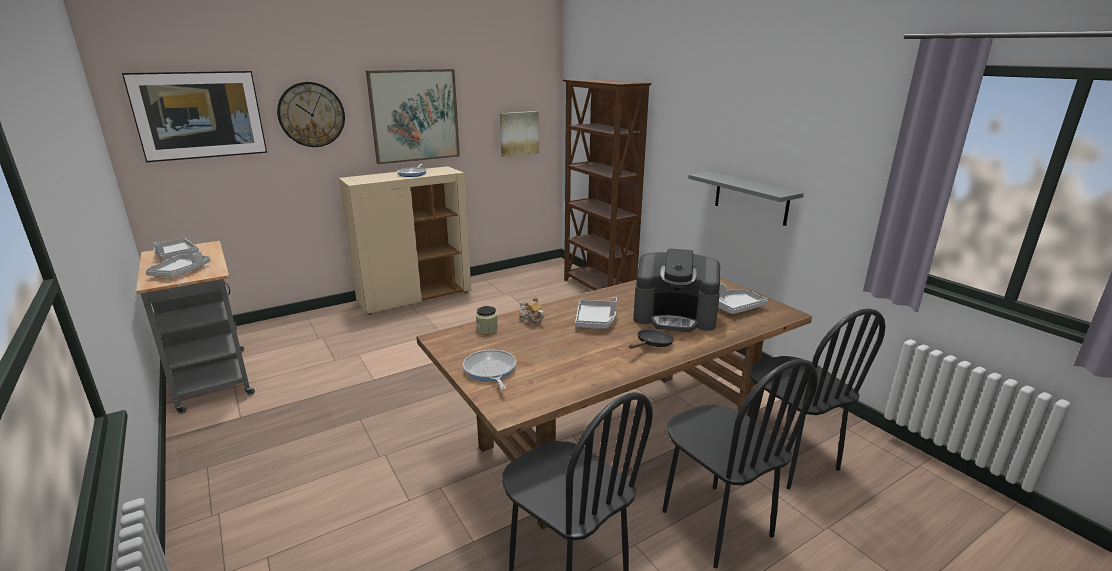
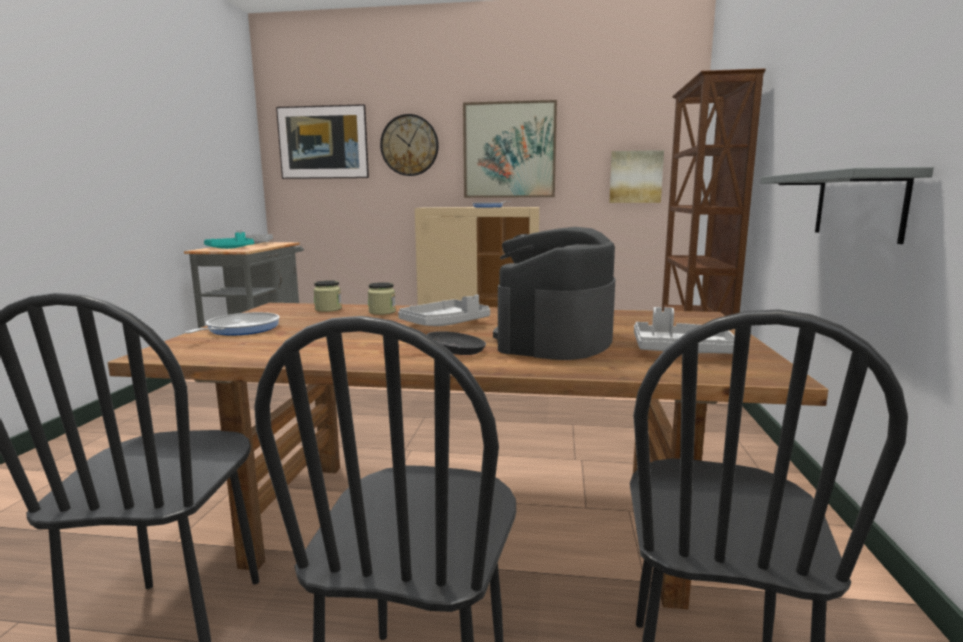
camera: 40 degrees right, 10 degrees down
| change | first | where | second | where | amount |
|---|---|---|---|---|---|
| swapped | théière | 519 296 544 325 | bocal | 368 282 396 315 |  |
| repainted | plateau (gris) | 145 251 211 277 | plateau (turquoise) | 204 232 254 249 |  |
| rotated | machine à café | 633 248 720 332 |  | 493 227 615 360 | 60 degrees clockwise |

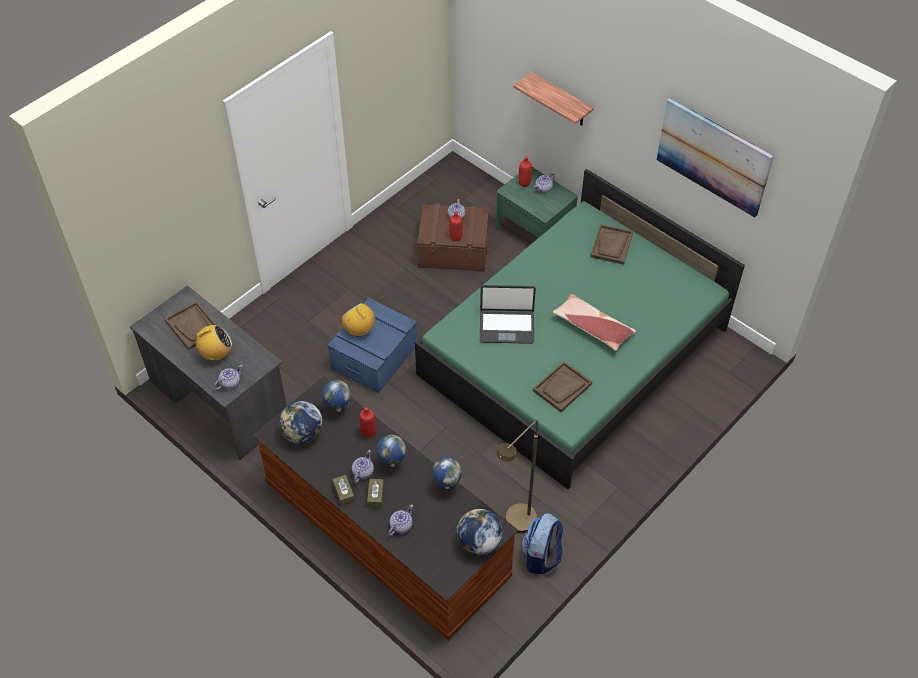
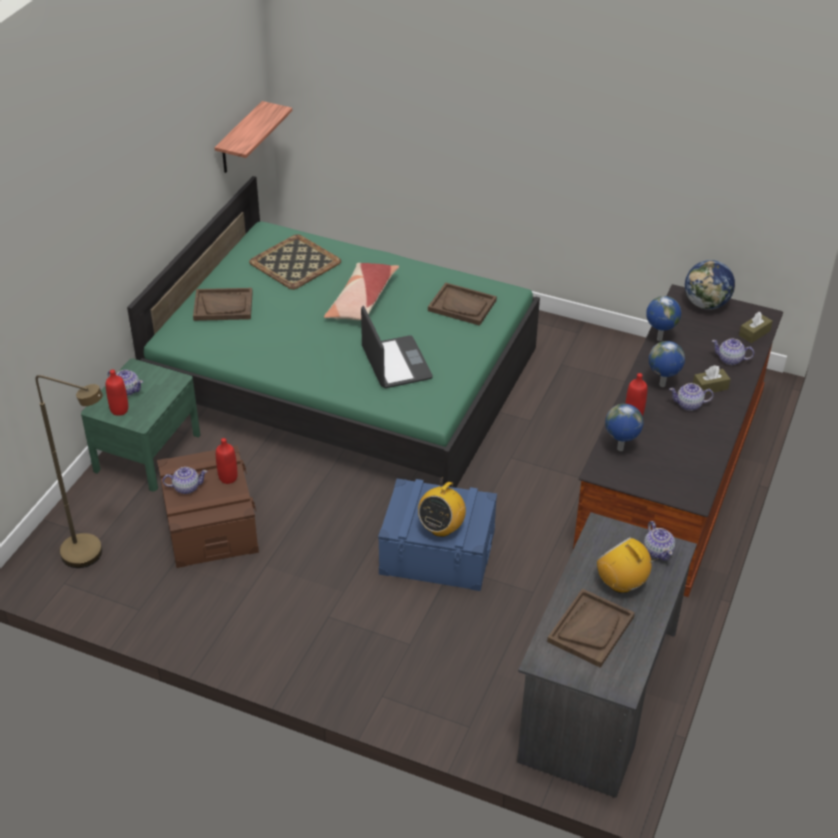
camera: 110 degrees left, 10 degrees down
| change | first | where | second | where | amount |
|---|---|---|---|---|---|
| gone | globe | 279 401 322 444 |  |  |  |
| gone | sac à dos | 522 513 564 574 |  |  |  |
| gone | tableau | 657 98 774 218 |  |  |  |
| new |  |  | plateau | 249 234 341 290 |  |
| shifted | boîte à mouchoirs (marron) | 332 475 355 506 |  | 739 312 773 343 |  |
| shifted | lampadaire (marron) | 496 420 538 533 |  | 36 375 103 568 |  |
| shifted | étagère | 514 72 594 125 |  | 214 101 292 173 |  |
| rotated | théière | 214 365 243 389 |  | 644 521 675 561 | 135 degrees counterclockwise |

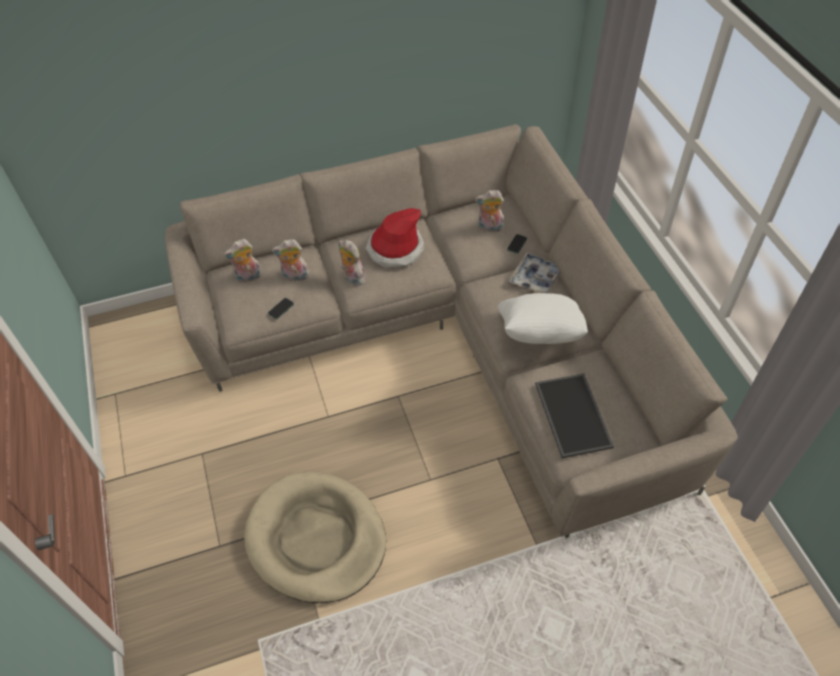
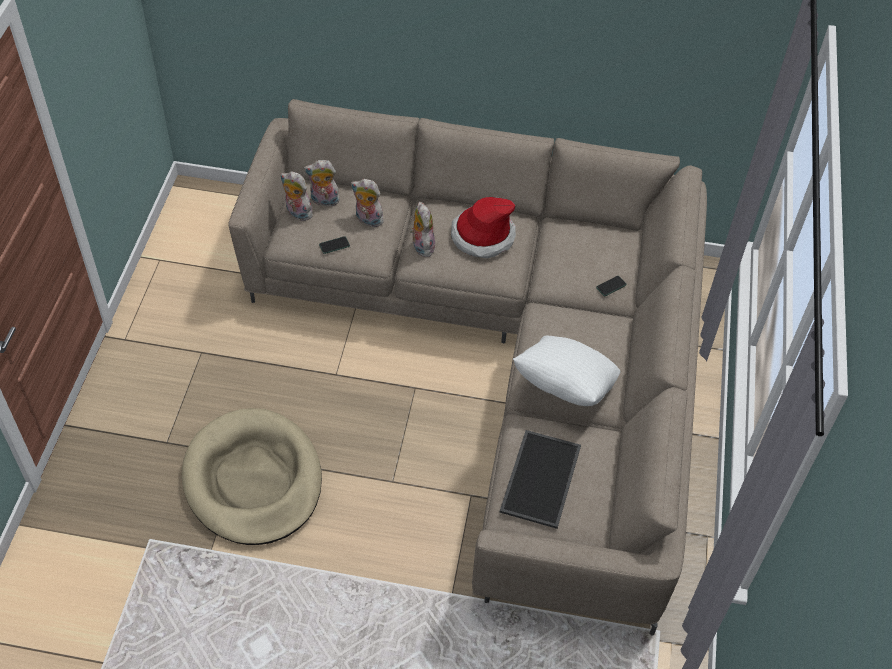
camera: 25 degrees right, 0 degrees up
| change | first | where | second | where | amount |
|---|---|---|---|---|---|
| gone | plateau | 509 252 561 293 |  |  |  |
| shifted | peluche | 475 190 504 232 |  | 280 171 314 221 |  |

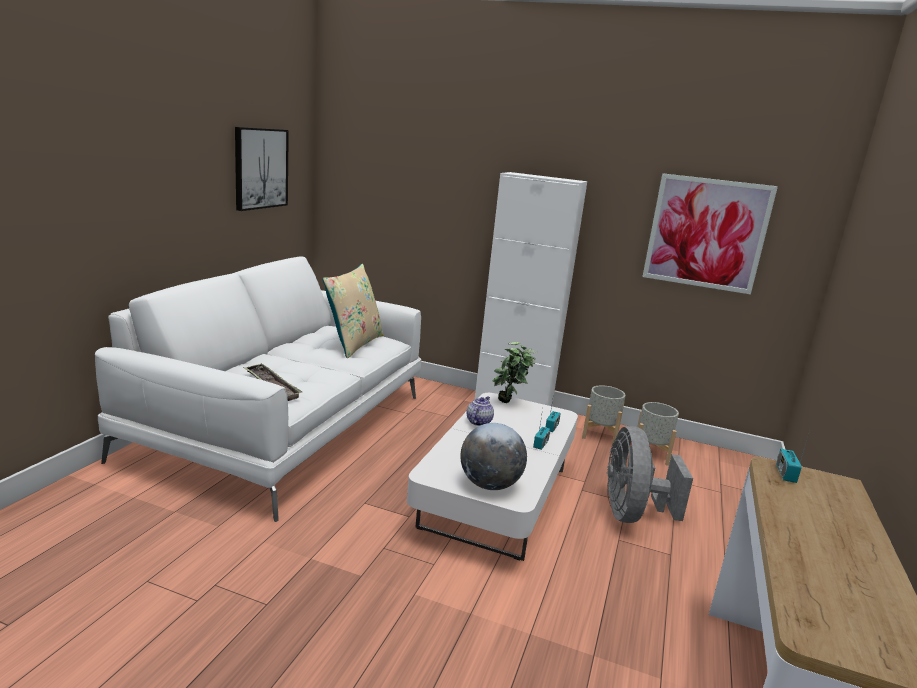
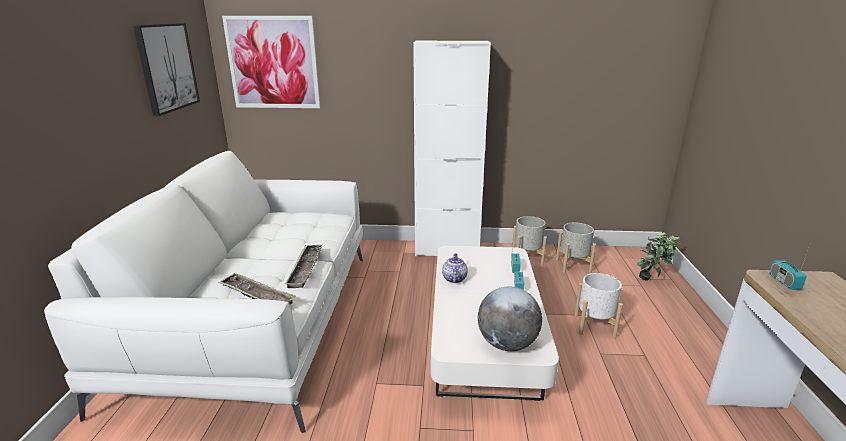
camera: 15 degrees left, 5 degrees up
| change | first | where | second | where | amount |
|---|---|---|---|---|---|
| gone | coussin (beige) | 323 264 383 358 |  |  |  |
| new |  |  | plateau | 285 245 322 288 |  |
| shifted | plante en pot | 492 342 538 403 |  | 636 232 681 281 |  |
| shifted | tableau | 643 173 778 294 |  | 222 16 320 108 |  |
| swapped | ventilateur (gris) | 607 426 693 523 | cache-pot (blanc) | 574 273 623 338 |  |

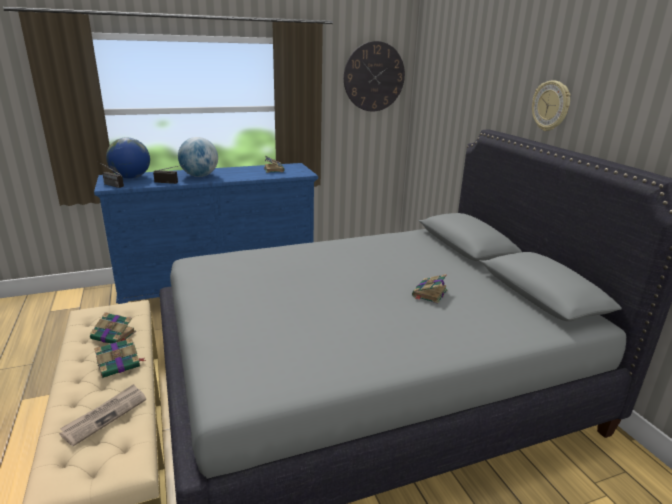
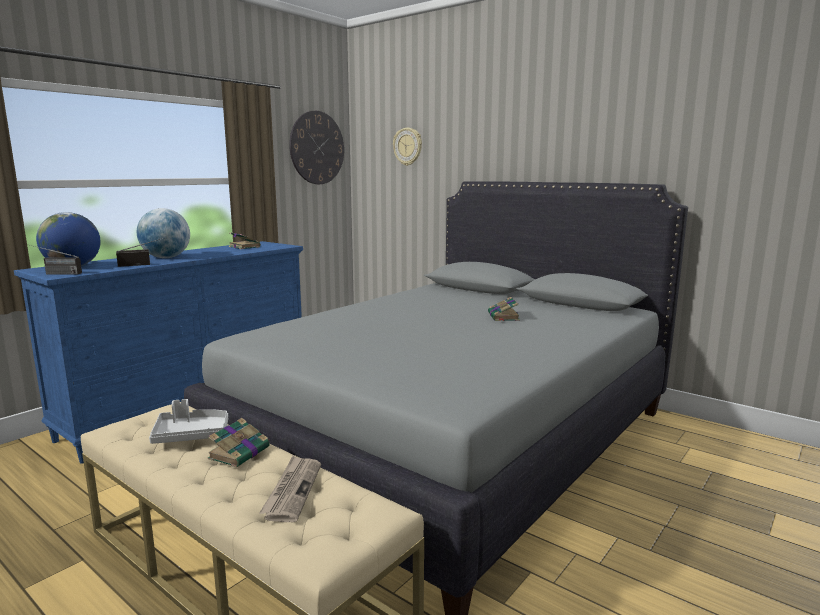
camera: 30 degrees left, 10 degrees down
| change | first | where | second | where | amount |
|---|---|---|---|---|---|
| shifted | horloge murale | 532 80 571 131 |  | 393 128 422 166 |  |
| swapped | livre | 90 312 136 344 | plateau (gris) | 149 399 228 444 |  |

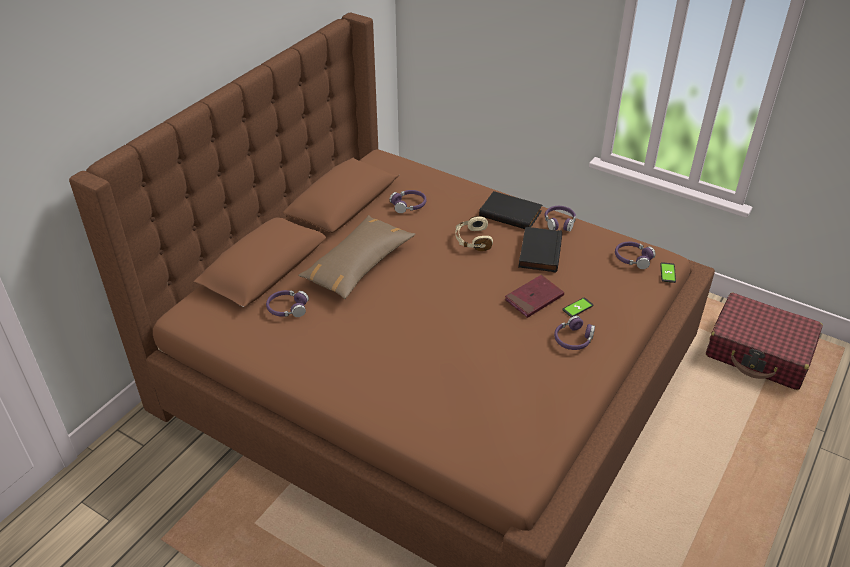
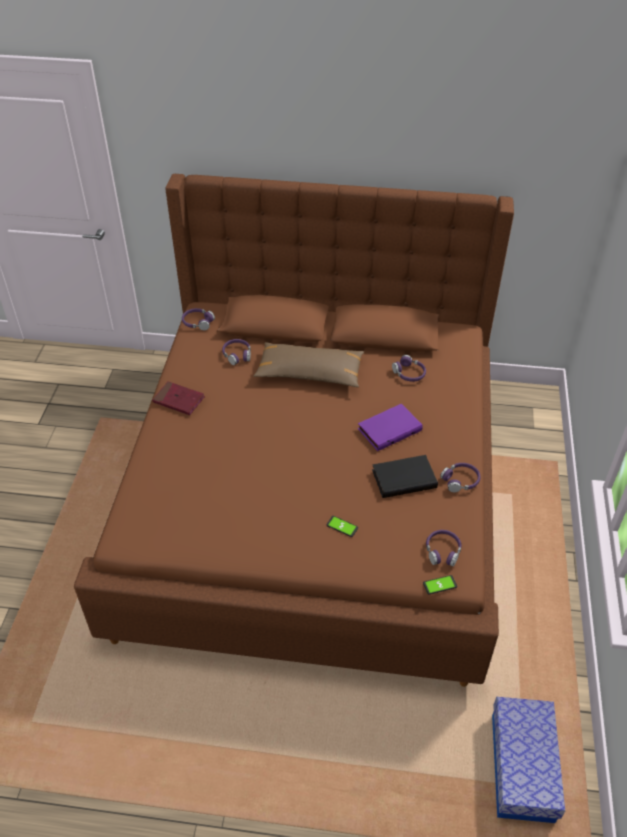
camera: 65 degrees right, 5 degrees up
| change | first | where | second | where | amount |
|---|---|---|---|---|---|
| gone | livre (noir) | 479 191 542 229 |  |  |  |
| shifted | livre (rouge) | 505 275 564 318 |  | 152 381 205 415 |  |
| shifted | casque audio (violet) | 554 316 595 350 |  | 182 308 215 330 |  |
| swapped | casque audio (beige) | 455 216 493 251 | livre (violet) | 358 403 423 451 |  |
| swapped | valise (rouge) | 706 293 823 390 | boîte de rangement | 492 697 565 823 |  |

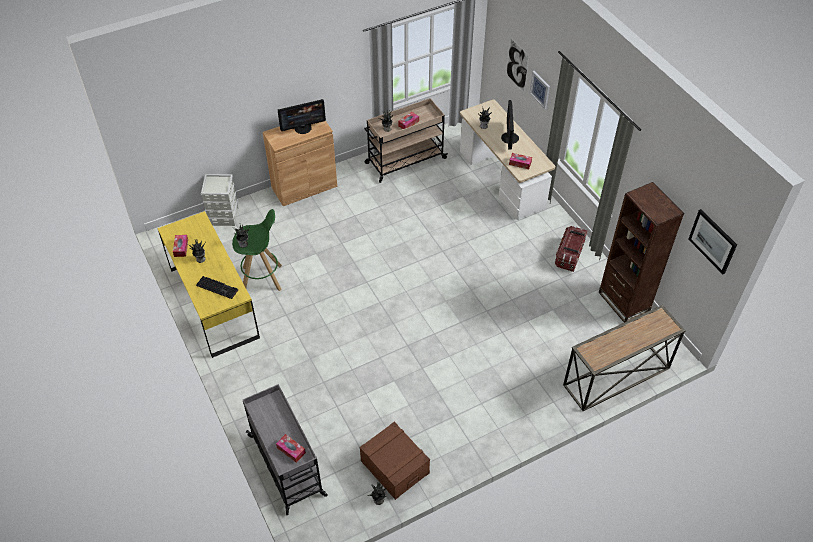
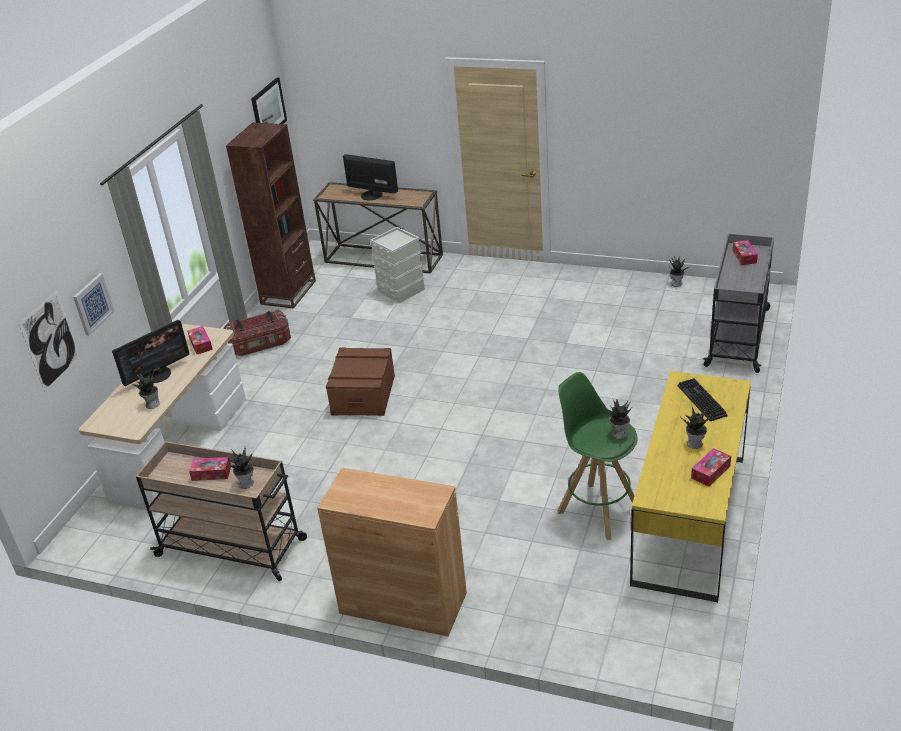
camera: 130 degrees left, 15 degrees down
| change | first | where | second | where | amount |
|---|---|---|---|---|---|
| shifted | boîte de rangement (gris) | 201 174 239 226 |  | 370 227 425 303 |  |
| shifted | écran d'ordinateur | 278 99 326 134 |  | 343 154 398 200 |  |
| shifted | boîte de rangement (marron) | 359 422 430 500 |  | 326 348 395 416 |  |

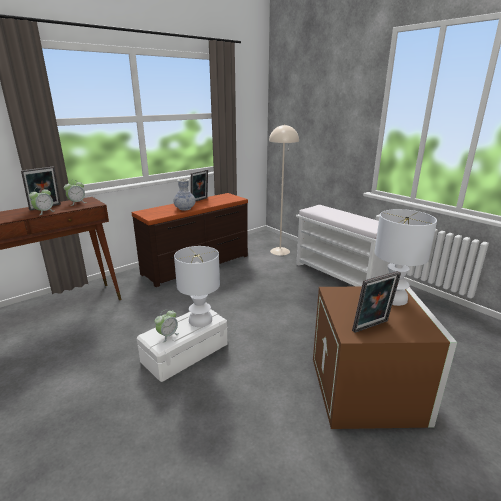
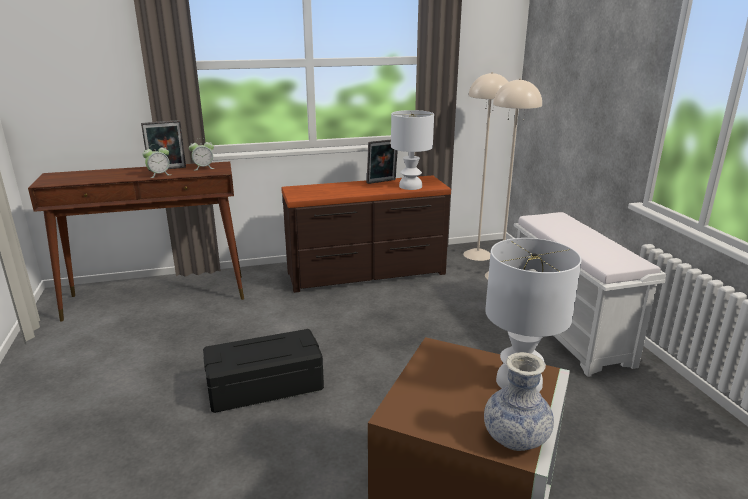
camera: 25 degrees right, 0 degrees up
| change | first | where | second | where | amount |
|---|---|---|---|---|---|
| gone | réveil | 155 309 179 343 |  |  |  |
| gone | cadre photo | 352 271 401 333 |  |  |  |
| new |  |  | lampadaire (beige) | 463 72 508 261 |  |
| shifted | vase | 173 178 196 210 |  | 484 352 554 451 |  |
| shifted | lampe de table (blanc) | 174 246 220 327 |  | 391 110 434 190 |  |
| repainted | boîte de rangement (blanc) | 137 309 228 382 | boîte de rangement (noir) | 203 329 324 413 |  |

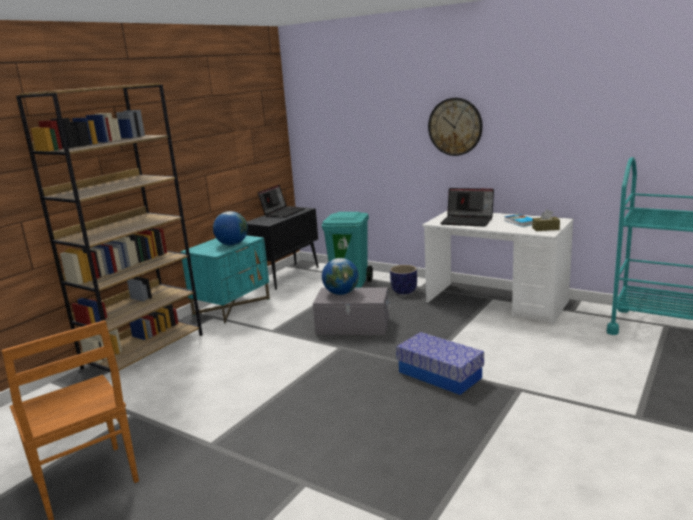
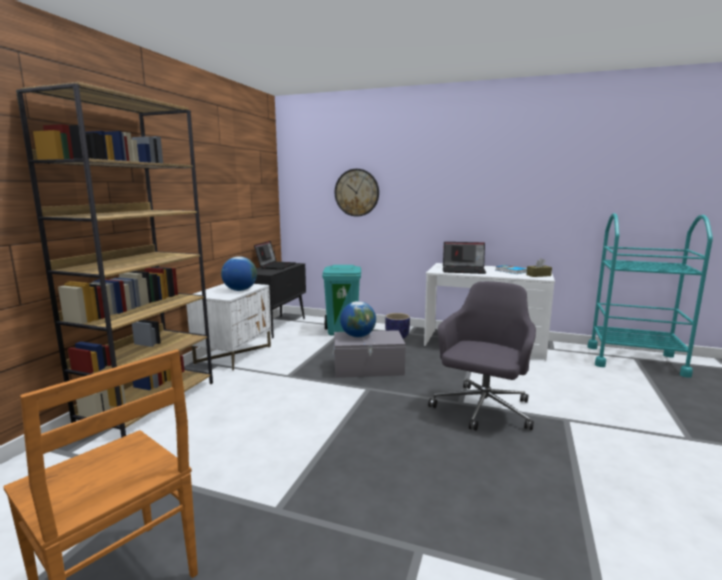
camera: 15 degrees left, 5 degrees down
| change | first | where | second | where | amount |
|---|---|---|---|---|---|
| shifted | horloge murale | 428 98 483 156 |  | 335 169 379 217 |  |
| swapped | boîte de rangement | 396 332 484 395 | chaise de bureau (gris) | 428 281 536 431 |  |
| repainted | table de chevet (turquoise) | 180 235 270 324 | table de chevet (blanc) | 186 284 271 371 |  |

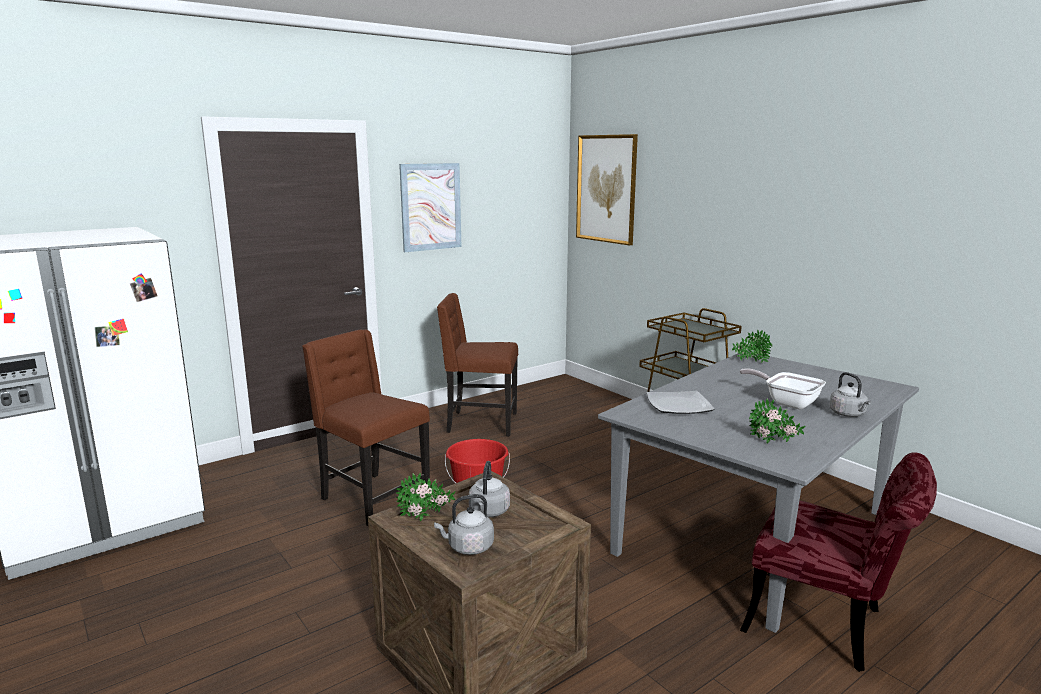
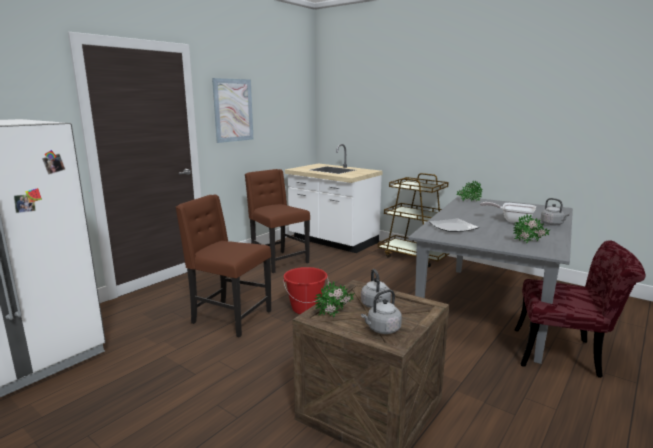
camera: 15 degrees left, 0 degrees up
| change | first | where | second | where | amount |
|---|---|---|---|---|---|
| gone | tableau | 576 134 638 245 |  |  |  |
| new |  |  | comptoir de cuisine (blanc) | 285 144 382 253 |  |
| rotated | chaise (marron) | 437 293 518 437 |  | 245 169 310 273 | 60 degrees clockwise |

